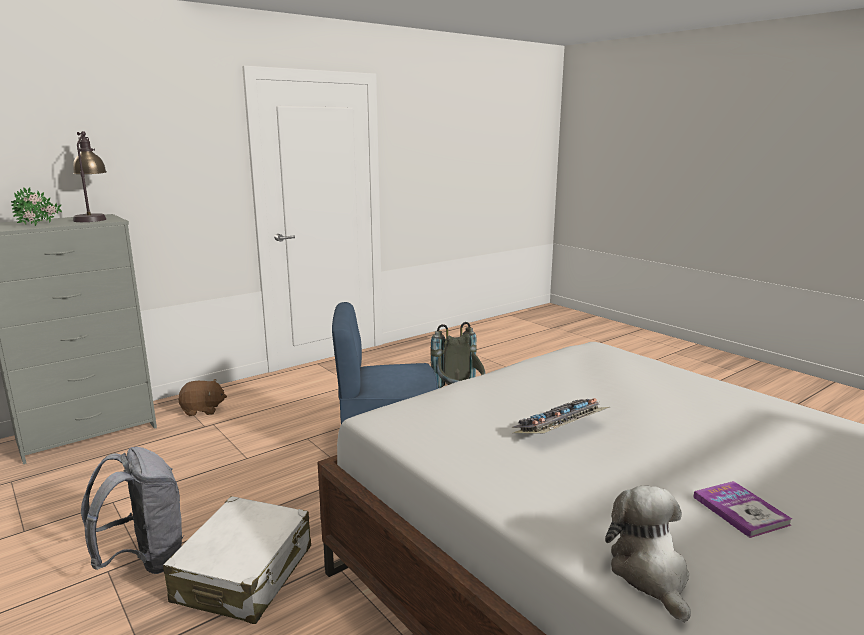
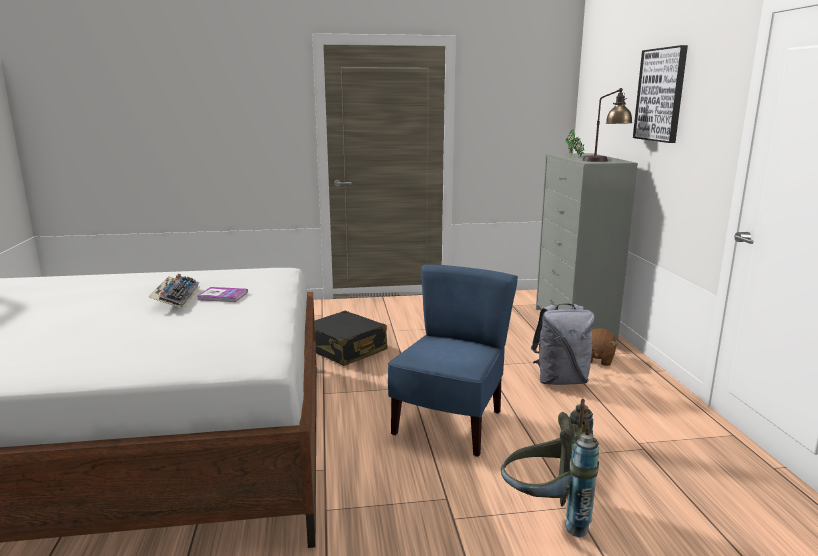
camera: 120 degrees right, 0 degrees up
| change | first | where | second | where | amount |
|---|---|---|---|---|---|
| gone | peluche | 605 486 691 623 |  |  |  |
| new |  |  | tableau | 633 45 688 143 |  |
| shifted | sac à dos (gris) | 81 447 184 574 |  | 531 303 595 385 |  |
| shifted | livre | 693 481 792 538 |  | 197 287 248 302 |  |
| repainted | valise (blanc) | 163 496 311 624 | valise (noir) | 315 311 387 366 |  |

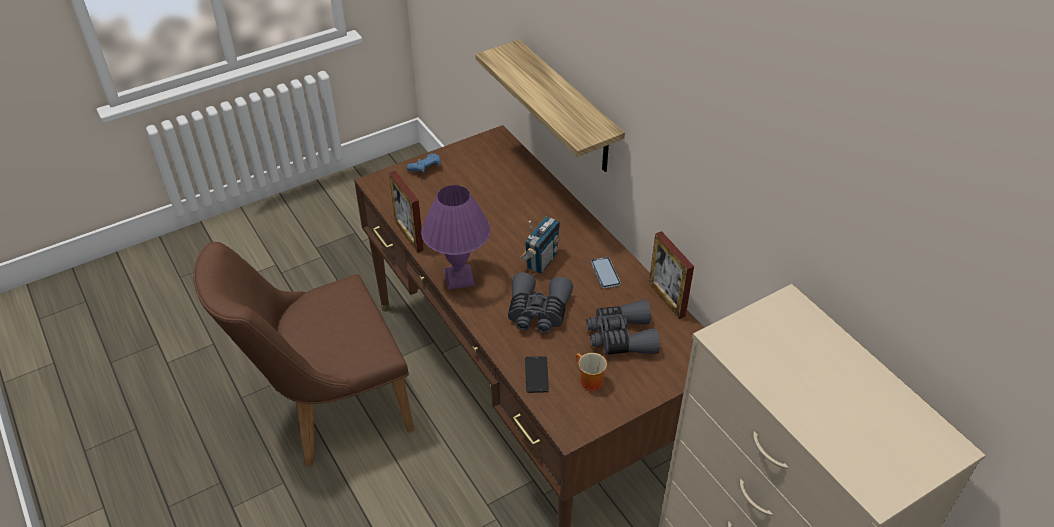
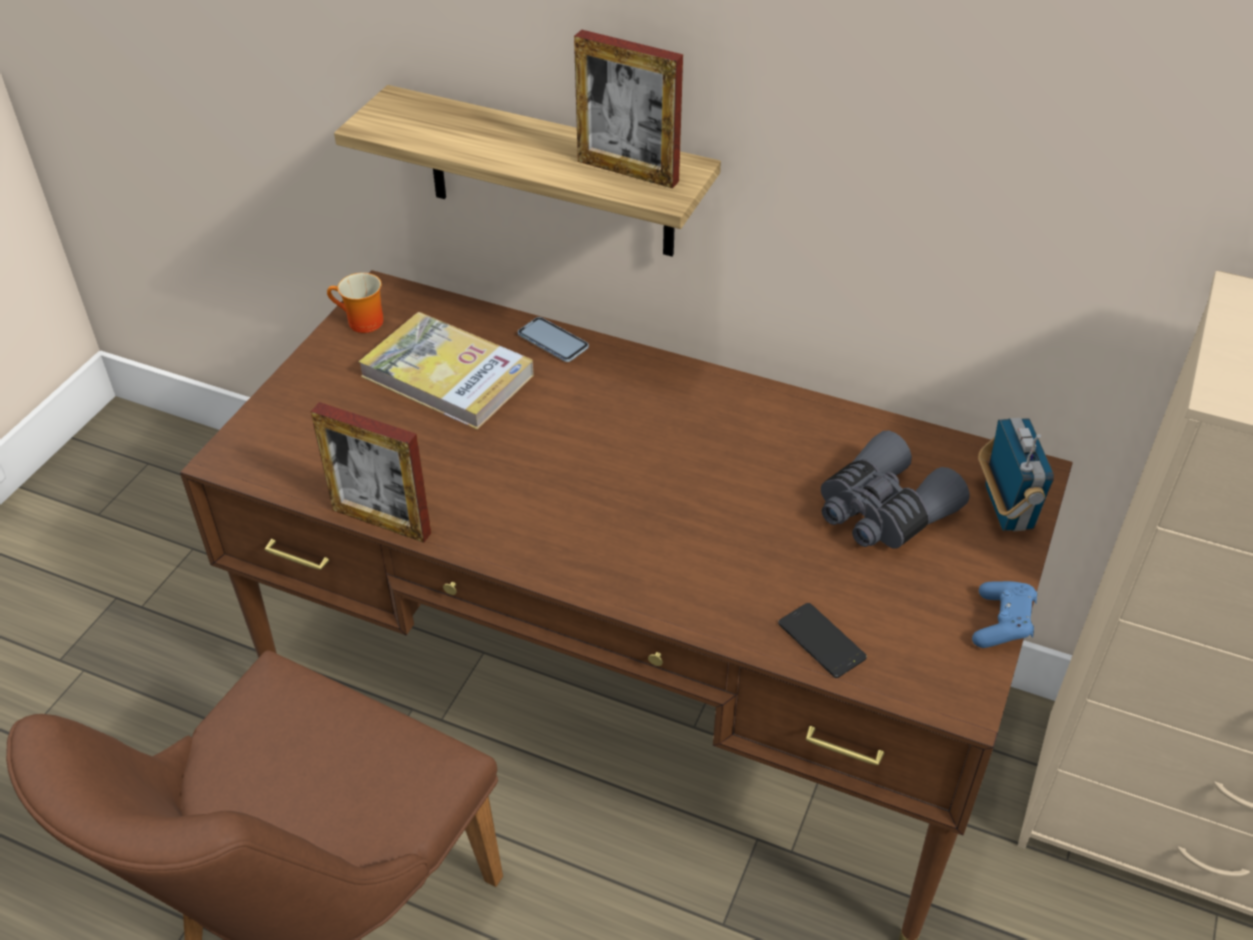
camera: 35 degrees left, 0 degrees up
| change | first | where | second | where | amount |
|---|---|---|---|---|---|
| gone | lampe de table (violet) | 421 185 491 290 |  |  |  |
| gone | jumelles (gris) | 508 272 573 333 |  |  |  |
| new |  |  | livre | 359 312 534 430 |  |
| shifted | manette (bleu) | 406 153 441 173 |  | 972 581 1037 648 |  |
| shifted | radio | 521 217 560 274 |  | 978 418 1054 531 |  |
| shifted | mug | 576 353 607 391 |  | 327 273 383 333 |  |
| shifted | téléphone | 591 257 621 289 |  | 518 317 589 362 |  |
| shifted | cadre photo | 649 231 694 319 |  | 574 30 683 189 |  |

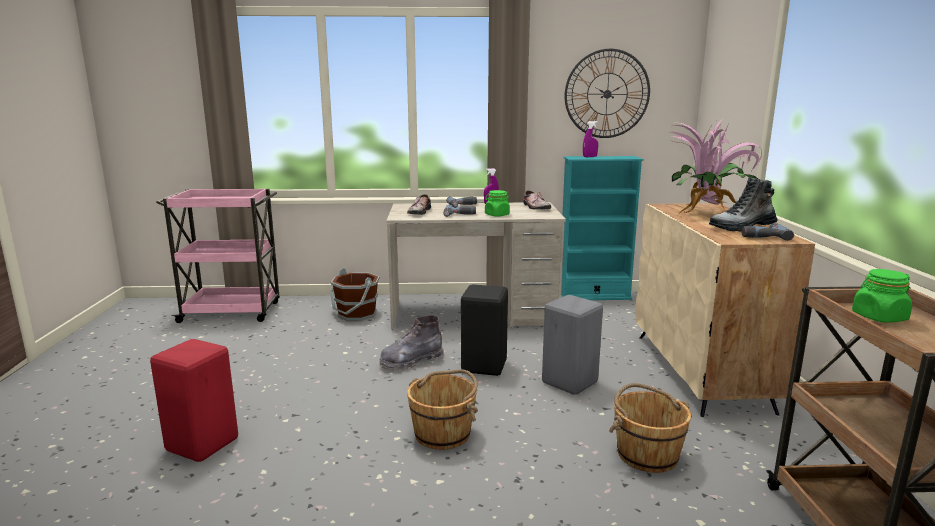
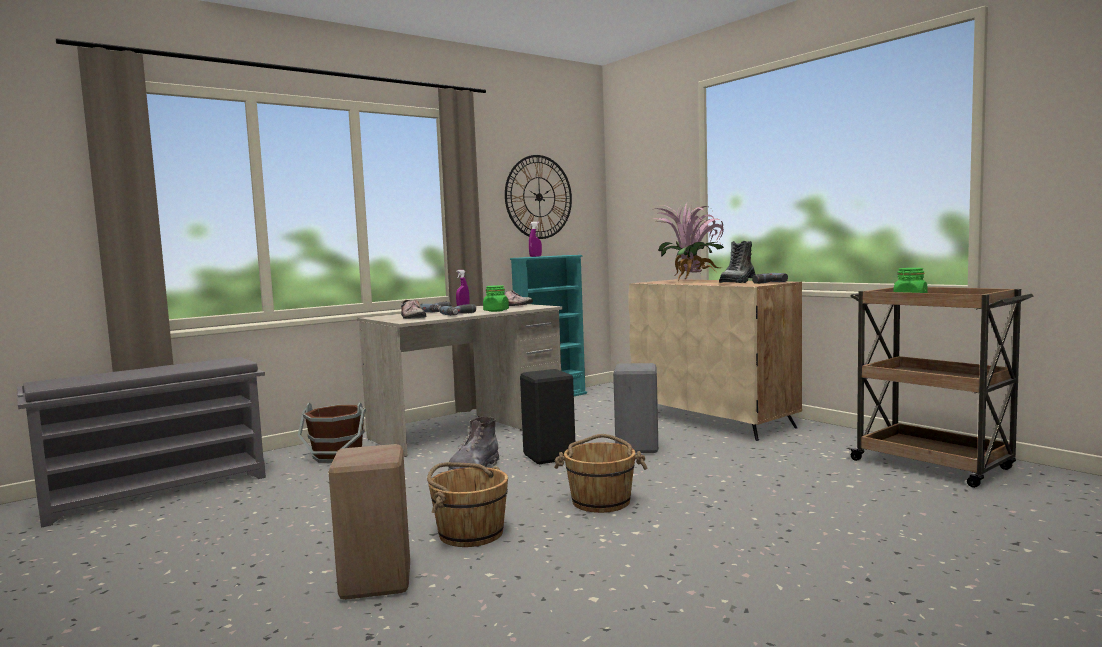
camera: 35 degrees left, 10 degrees down
| change | first | where | second | where | amount |
|---|---|---|---|---|---|
| shifted | seau (marron) | 609 383 692 473 |  | 427 462 508 547 |  |
| swapped | chariot (rose) | 156 189 280 323 | étagère à chaussures (gris) | 17 357 266 528 |  |
| repainted | tabouret (rouge) | 150 339 238 462 | tabouret (beige) | 329 444 410 600 |  |

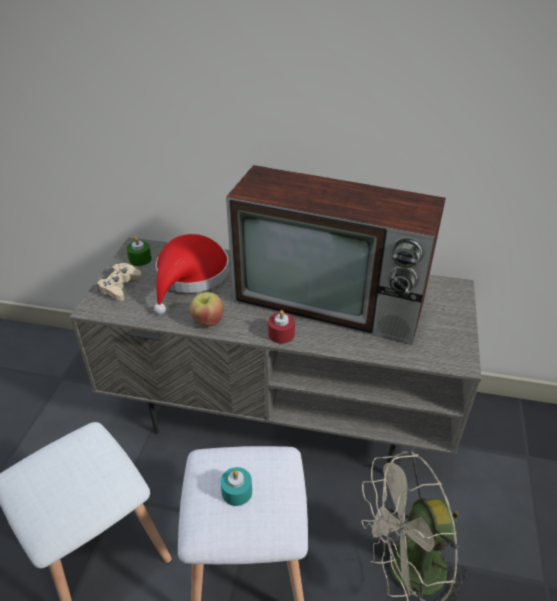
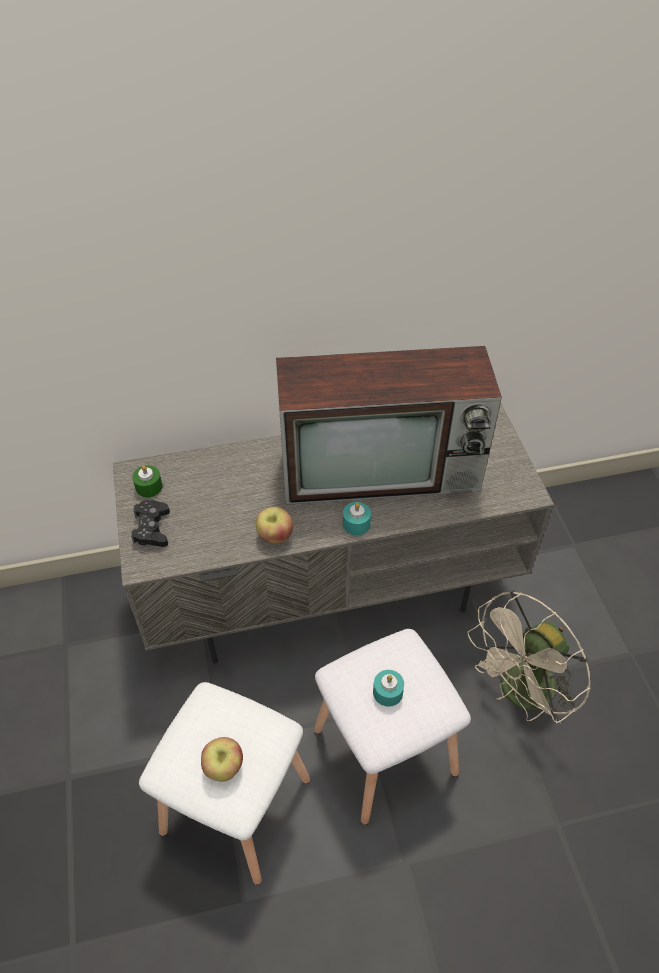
camera: 25 degrees left, 10 degrees up
| change | first | where | second | where | amount |
|---|---|---|---|---|---|
| gone | chapeau (rouge) | 154 234 229 315 |  |  |  |
| new |  |  | pomme | 201 737 243 782 |  |
| repainted | manette (beige) | 97 263 142 301 | manette (noir) | 131 500 170 547 |  |
| repainted | bougie (rouge) | 268 310 295 344 | bougie (turquoise) | 343 502 371 535 |  |

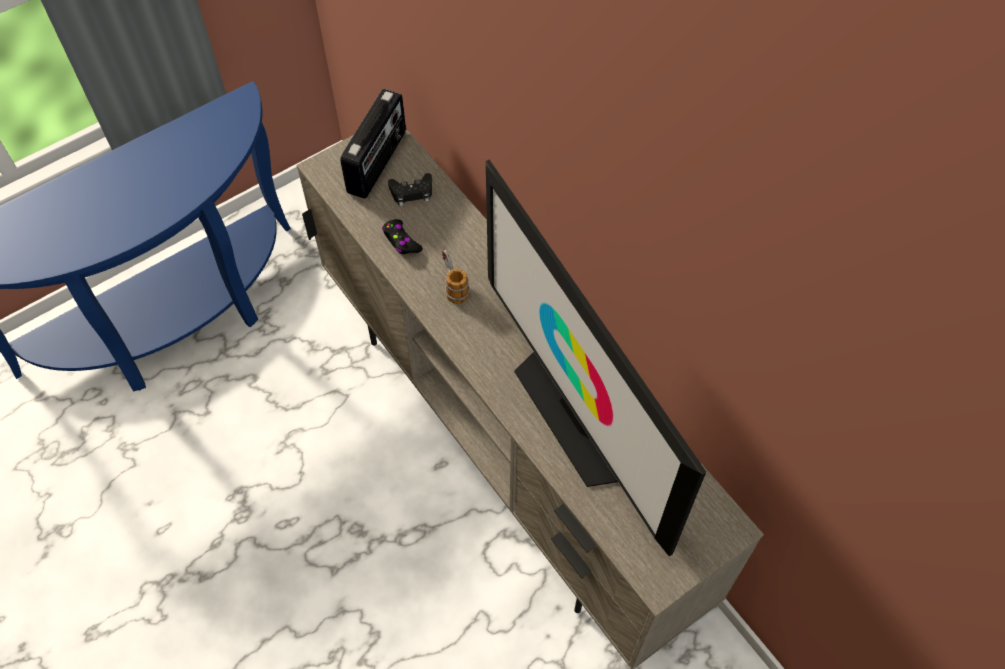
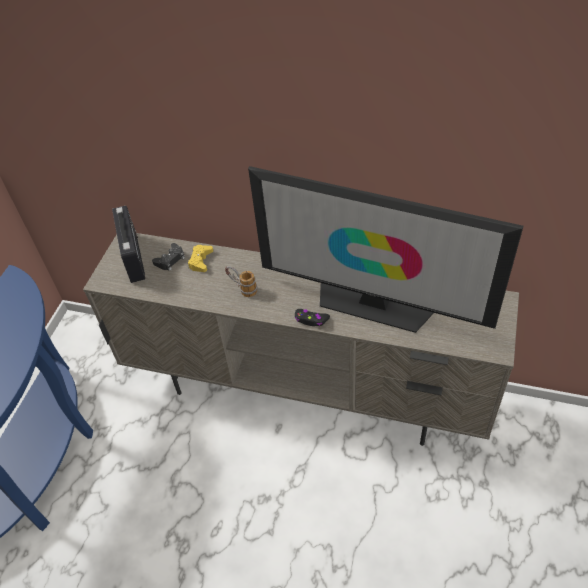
camera: 35 degrees left, 10 degrees down
| change | first | where | second | where | amount |
|---|---|---|---|---|---|
| new |  |  | manette (jaune) | 188 245 213 272 |  |
| shifted | manette (noir) | 382 219 423 254 |  | 295 309 330 326 |  |

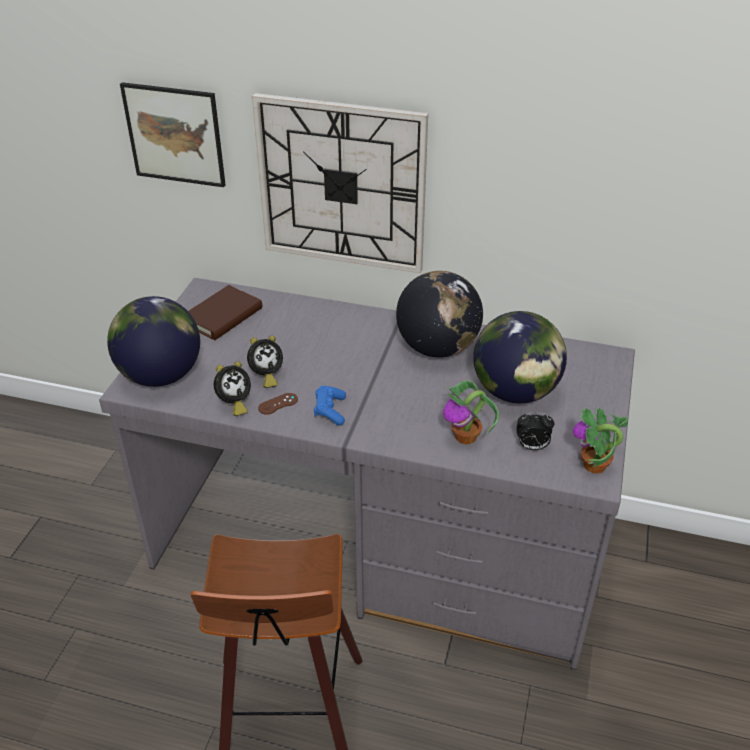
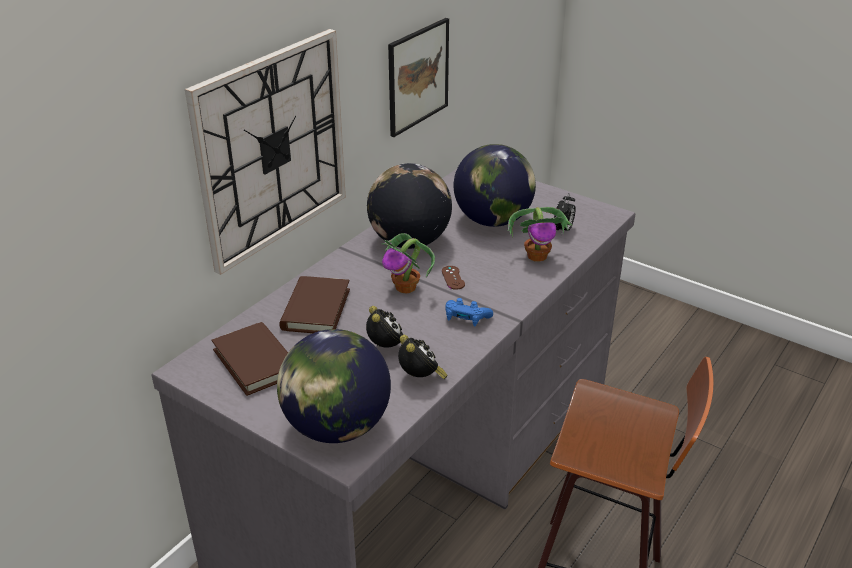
camera: 70 degrees left, 5 degrees down
| change | first | where | second | where | amount |
|---|---|---|---|---|---|
| new |  |  | livre (marron) | 279 276 350 333 |  |
| shifted | tableau | 120 82 226 187 |  | 388 18 449 137 |  |
| shifted | manette (marron) | 258 393 298 415 |  | 442 266 465 290 |  |
| shifted | plante en pot | 573 407 628 473 |  | 382 233 435 293 |  |

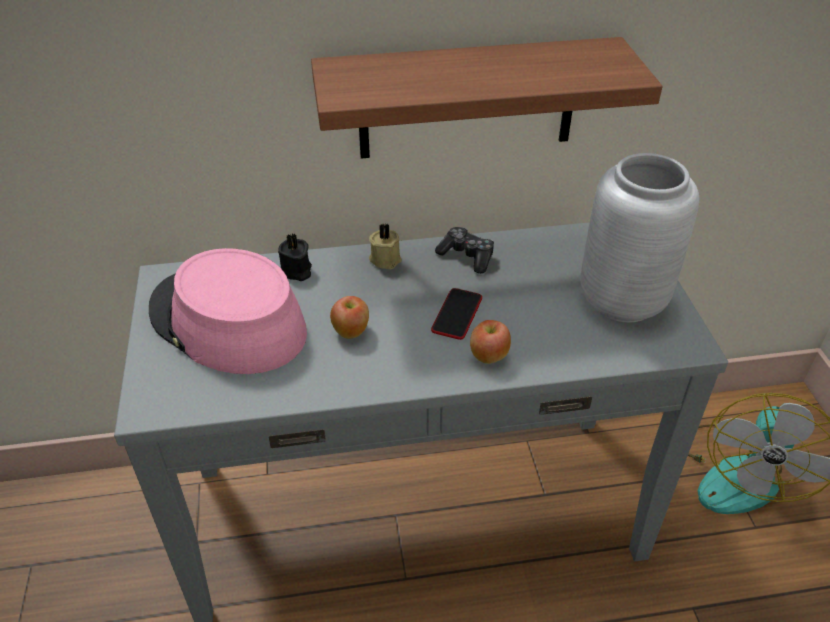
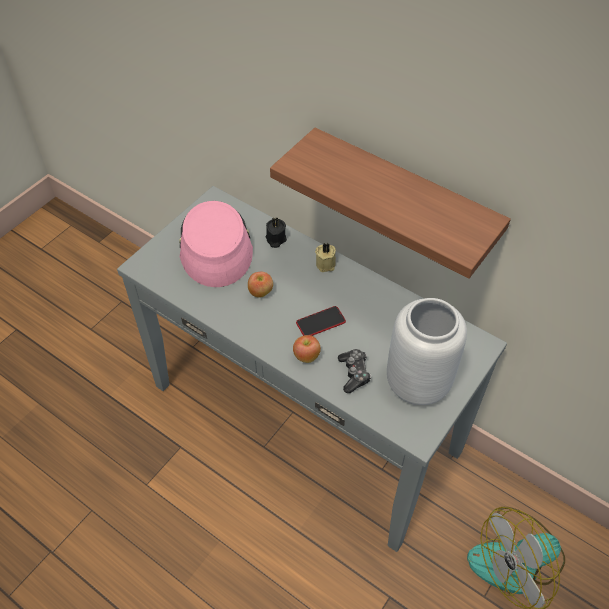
camera: 45 degrees right, 10 degrees up
| change | first | where | second | where | amount |
|---|---|---|---|---|---|
| shifted | manette | 435 227 494 274 |  | 338 349 371 393 |  |

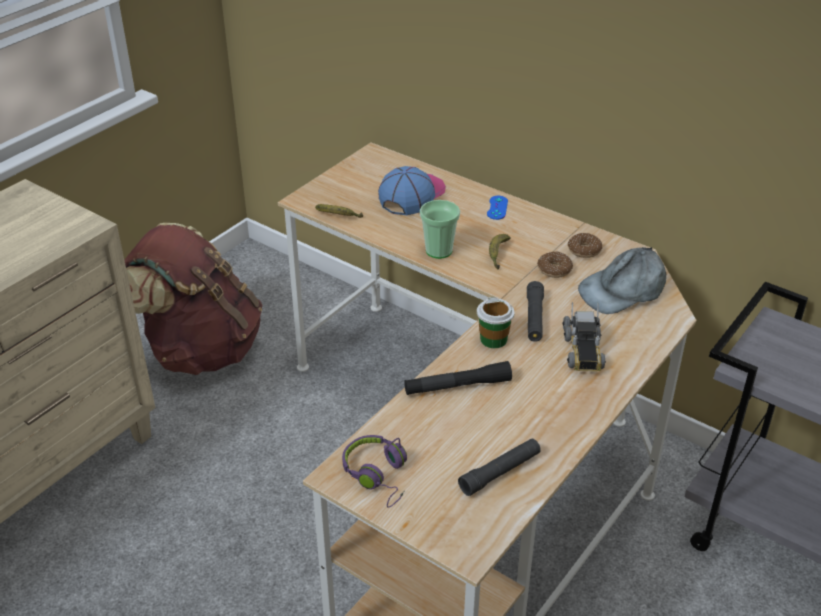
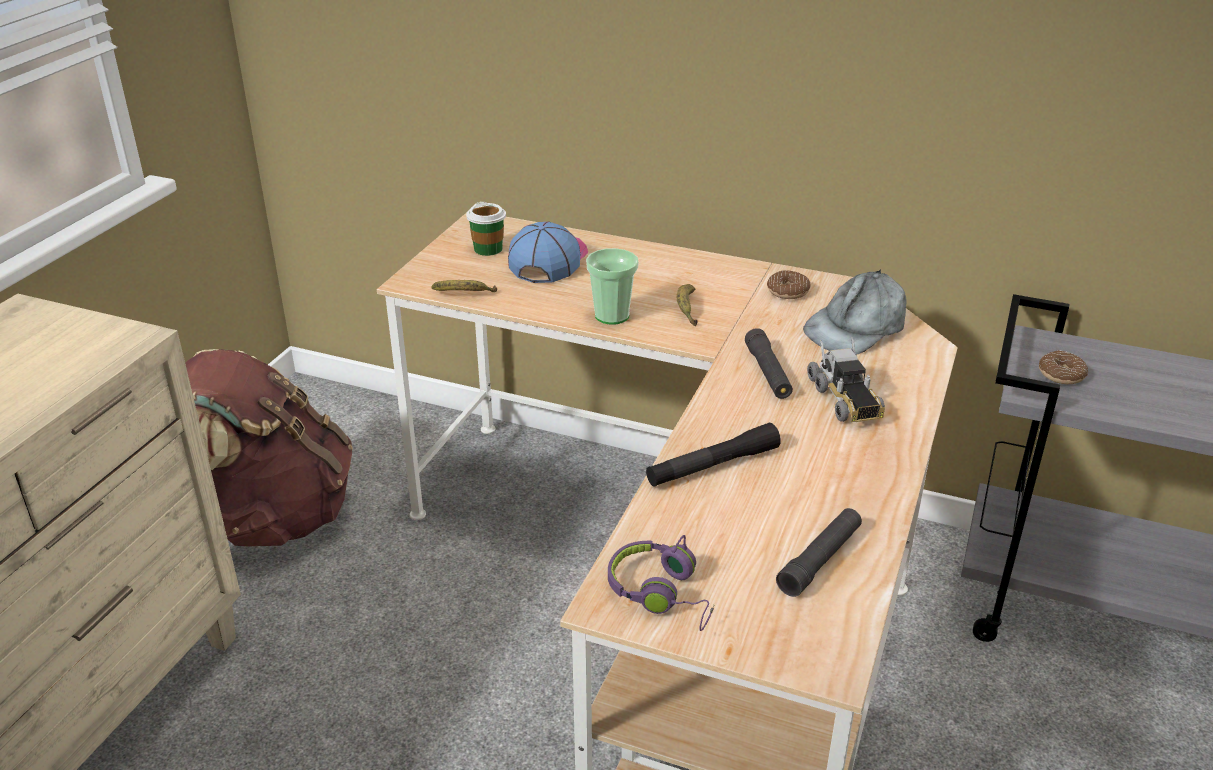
camera: 15 degrees left, 5 degrees down
| change | first | where | second | where | amount |
|---|---|---|---|---|---|
| gone | manette (bleu) | 487 196 508 220 |  |  |  |
| shifted | tasse | 477 297 515 348 |  | 466 201 506 256 |  |
| shifted | beignet | 537 251 573 278 |  | 1039 350 1088 384 |  |

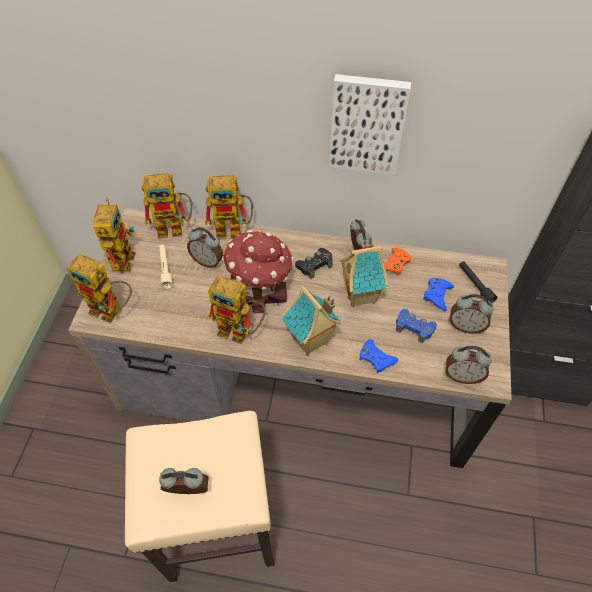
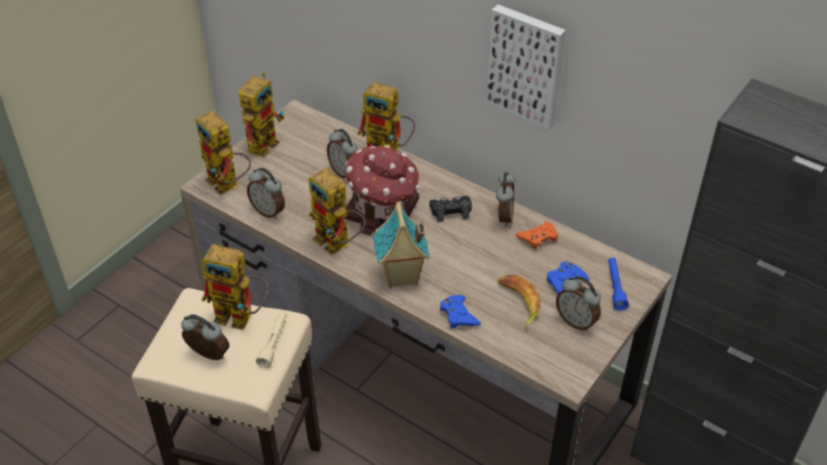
camera: 25 degrees right, 10 degrees down
| change | first | where | second | where | amount |
|---|---|---|---|---|---|
| gone | maison miniature | 340 238 389 307 |  |  |  |
| shifted | robot jouet | 142 173 192 239 |  | 202 244 269 330 |  |
| shifted | lampe de poche (beige) | 159 245 173 289 |  | 256 311 287 368 |  |
| shifted | réveil | 446 346 492 384 |  | 247 168 285 219 |  |
| swapped | manette (bleu) | 396 309 437 343 | banane | 498 275 541 328 |  |
| repainted | lampe de poche (noir) | 459 261 497 303 | lampe de poche (bleu) | 608 258 629 311 |  |

